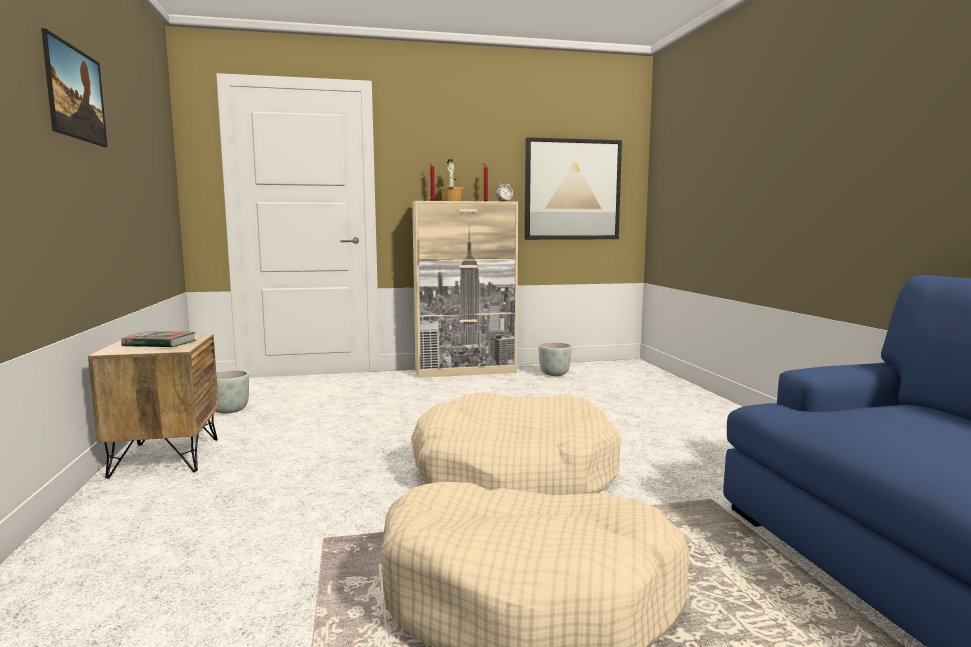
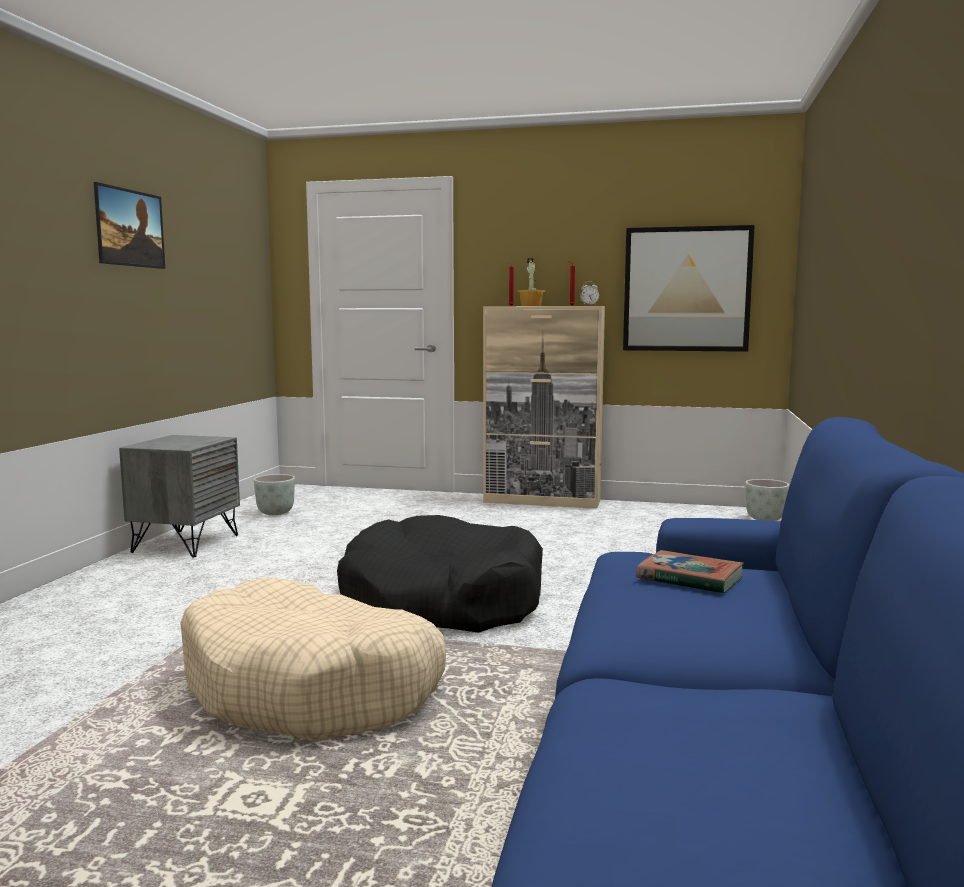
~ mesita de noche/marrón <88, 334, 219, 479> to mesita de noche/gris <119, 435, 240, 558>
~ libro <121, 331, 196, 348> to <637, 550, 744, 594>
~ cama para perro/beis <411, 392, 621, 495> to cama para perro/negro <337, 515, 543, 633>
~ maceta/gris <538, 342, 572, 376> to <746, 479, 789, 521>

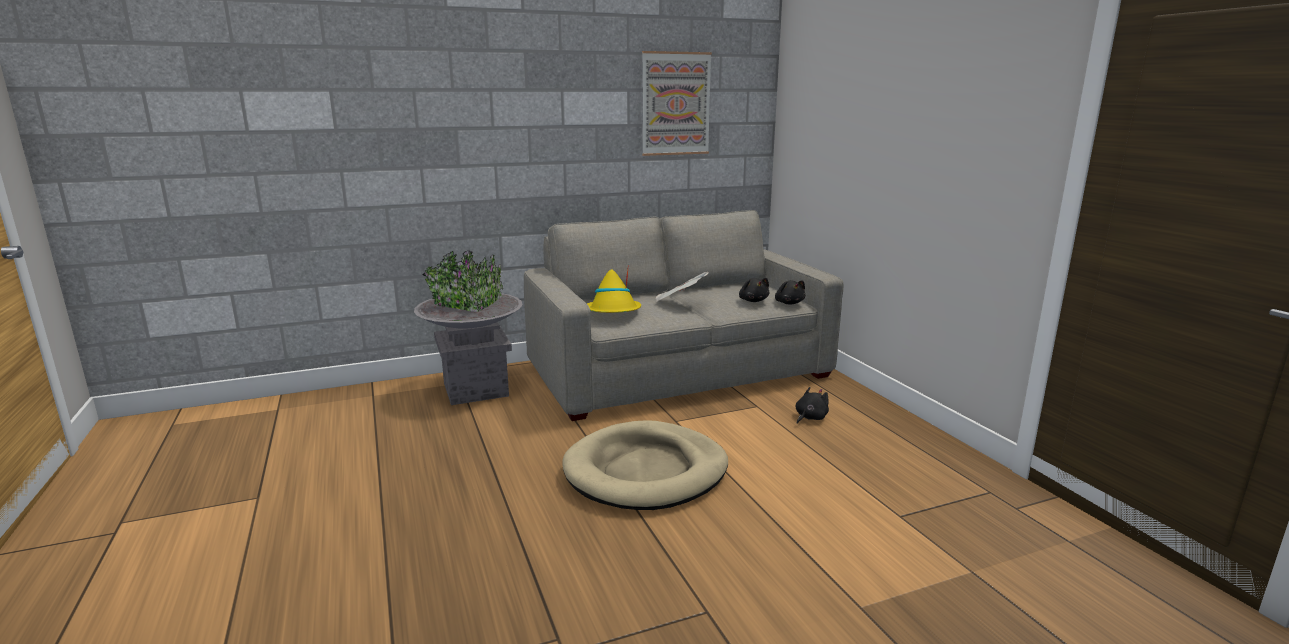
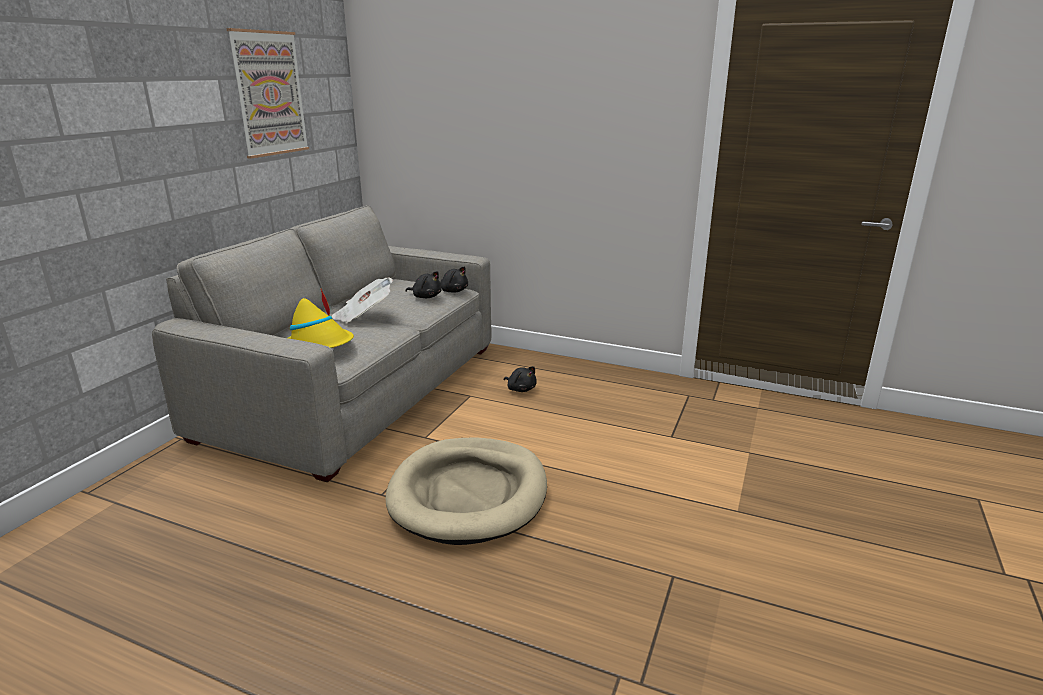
- maceta/gris <414, 251, 523, 405>
~ peluche/negro <796, 387, 829, 424> = <504, 366, 537, 392> 135 degrees clockwise

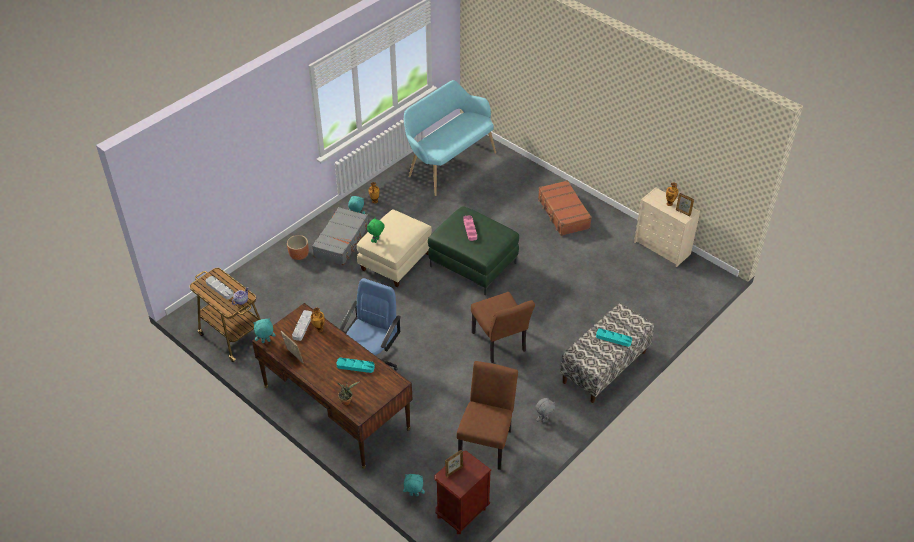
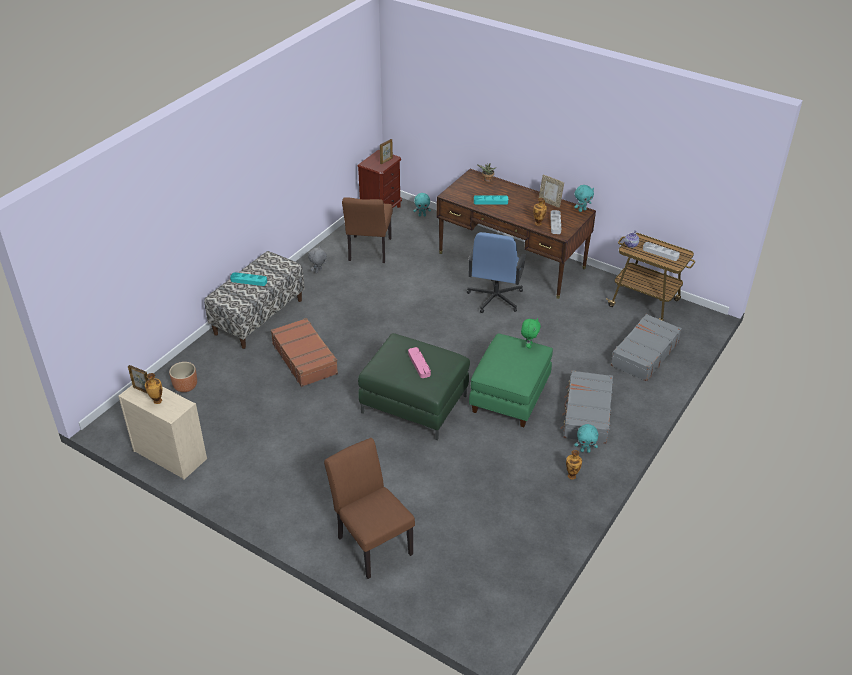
~ maceta/marrón <287, 235, 309, 260> to <169, 362, 197, 392>
~ puf/beis <357, 209, 432, 287> to puf/verde <469, 333, 553, 427>
- banco/turquesa <404, 80, 496, 196>
~ silla/marrón <471, 292, 535, 363> to <324, 438, 415, 579>
~ maleta/marrón <538, 180, 592, 236> to <271, 318, 338, 387>
+ maleta/gris <611, 314, 682, 381>

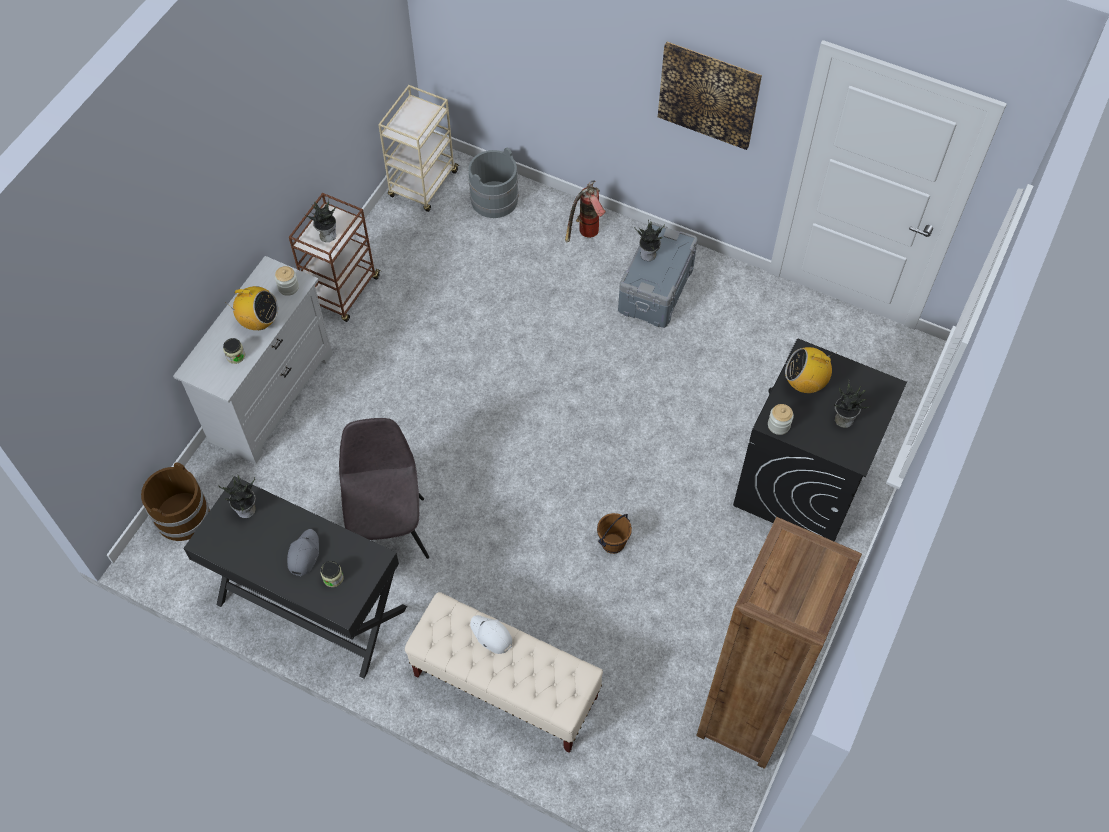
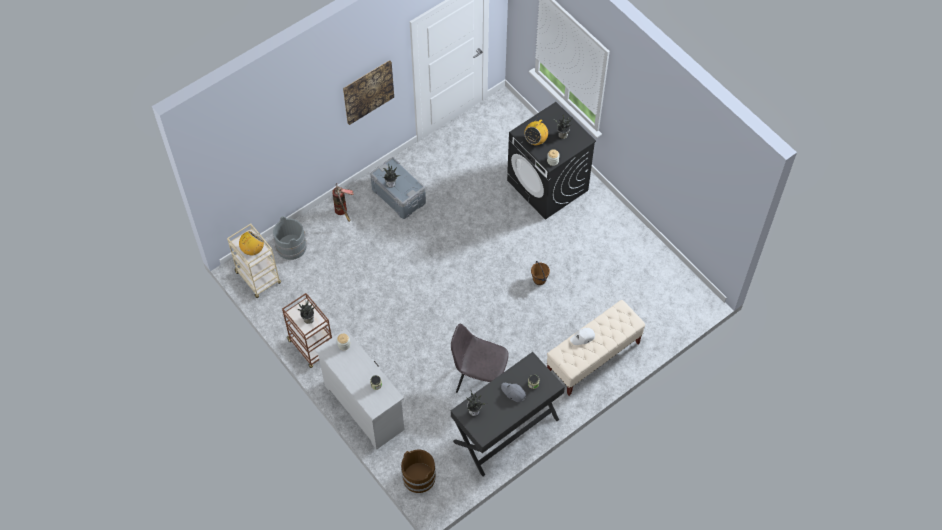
~ radio <229, 286, 278, 330> to <239, 231, 264, 255>
- estantería/marrón <696, 517, 862, 769>

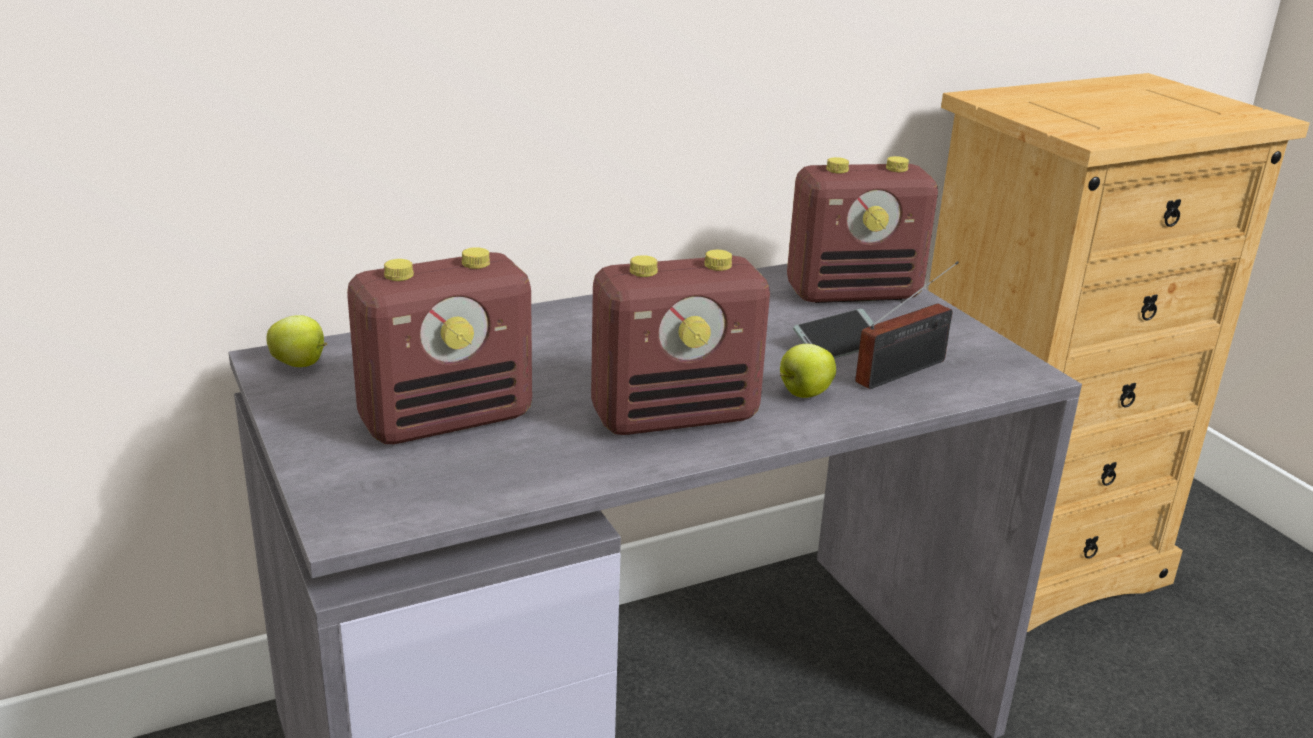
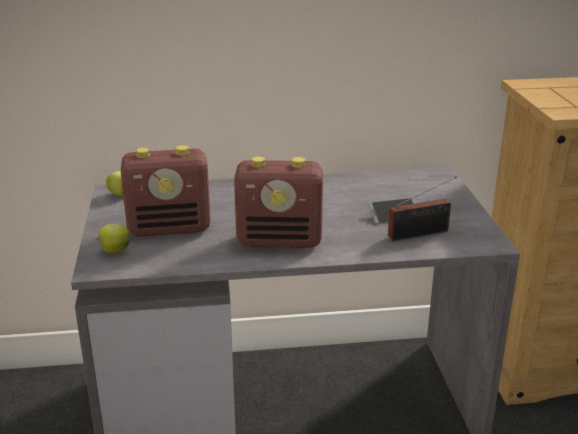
~ manzana <780, 344, 836, 398> to <96, 224, 130, 253>
- radio <787, 156, 938, 303>

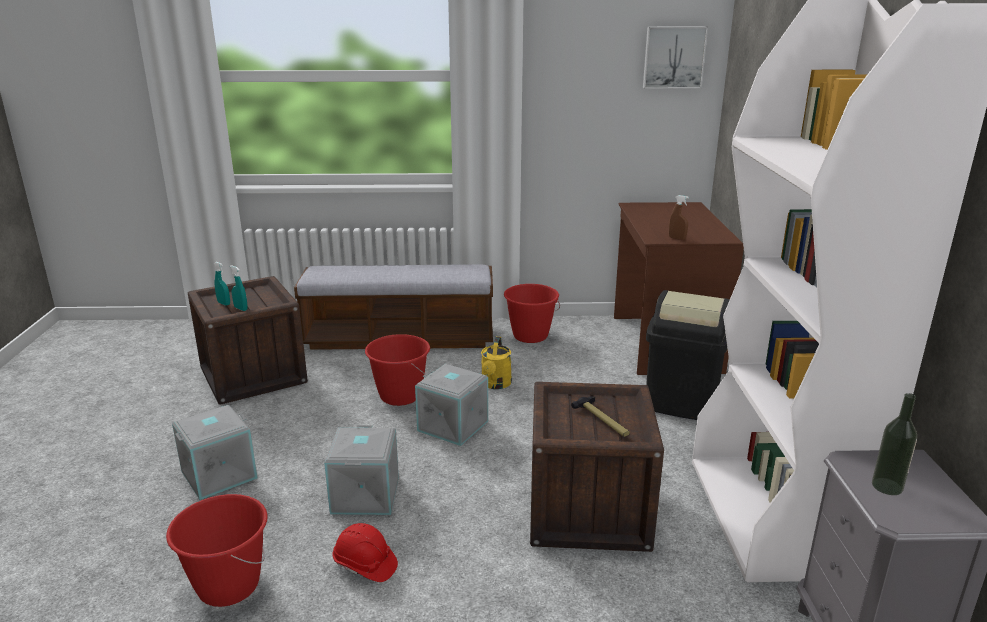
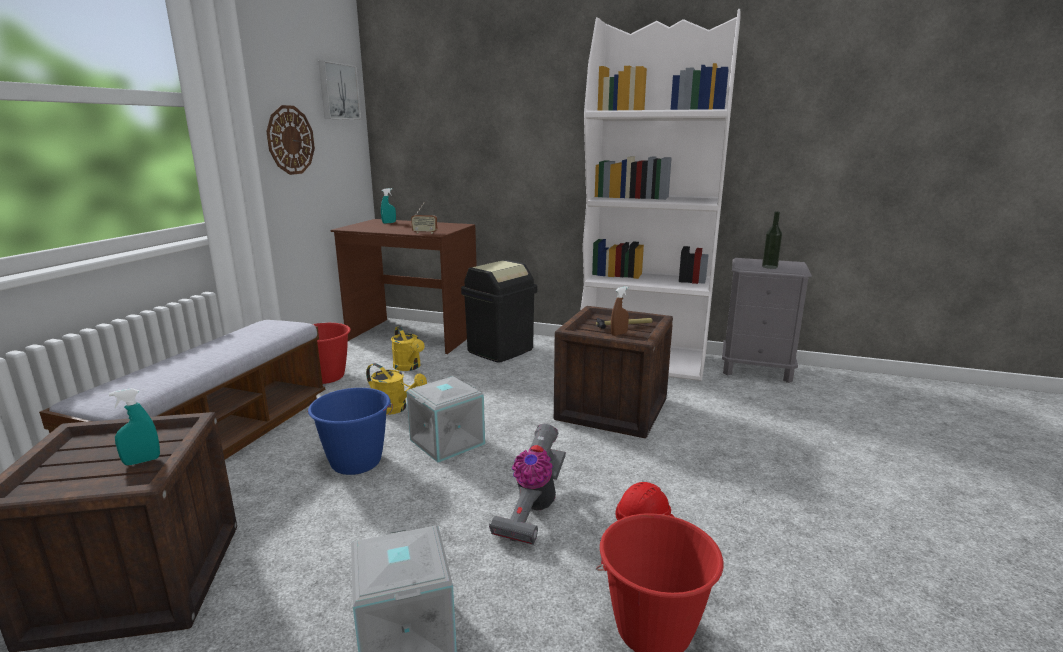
~ pulverizador/turquesa <214, 262, 230, 306> to <381, 188, 396, 224>
~ caja de almacenaje/gris <324, 425, 399, 515> to aspiradora <489, 424, 566, 545>
~ cubo/rojo <365, 334, 430, 406> to cubo/azul <307, 388, 393, 475>
~ pulverizador/marrón <669, 195, 689, 240> to <611, 286, 629, 336>
+ reloj de pared <266, 105, 315, 175>
+ regadera/amarillo <391, 326, 425, 371>
+ radio <411, 202, 437, 234>

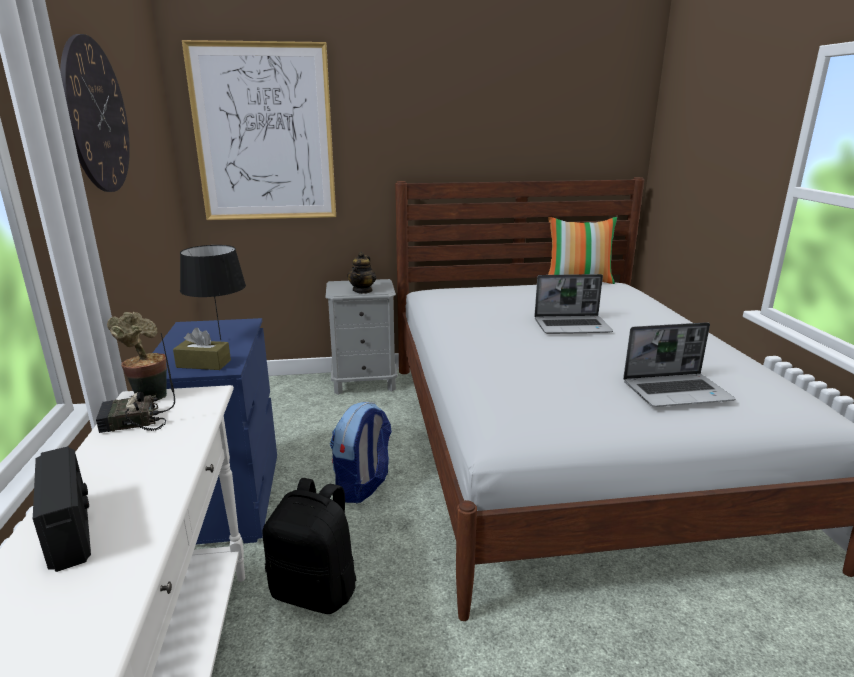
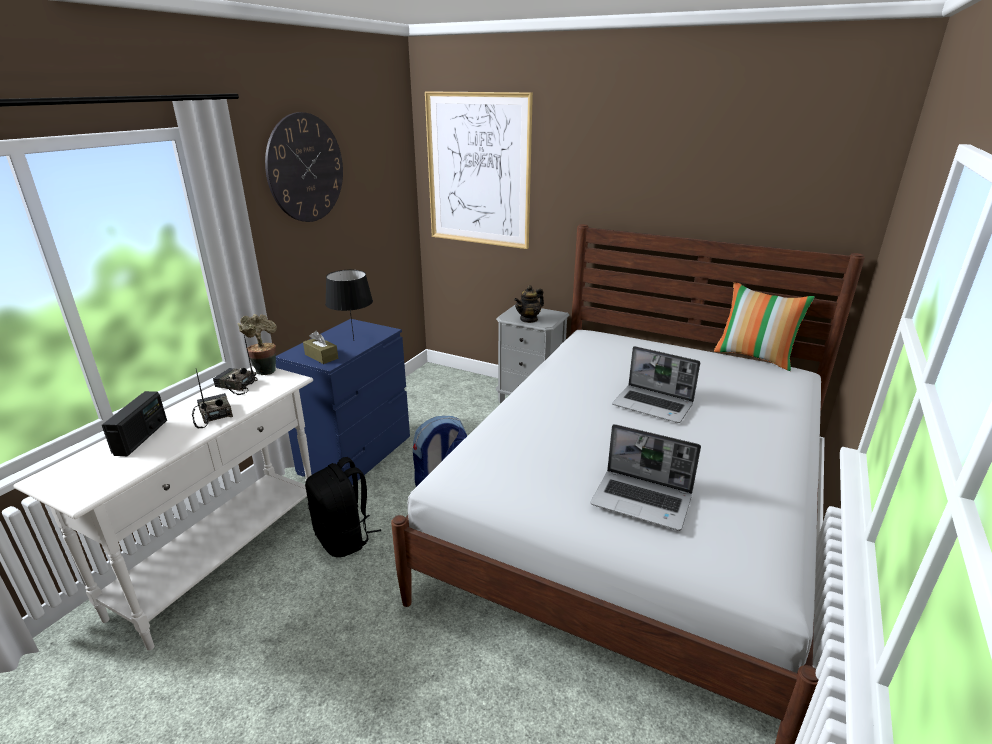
+ radio <192, 370, 233, 428>

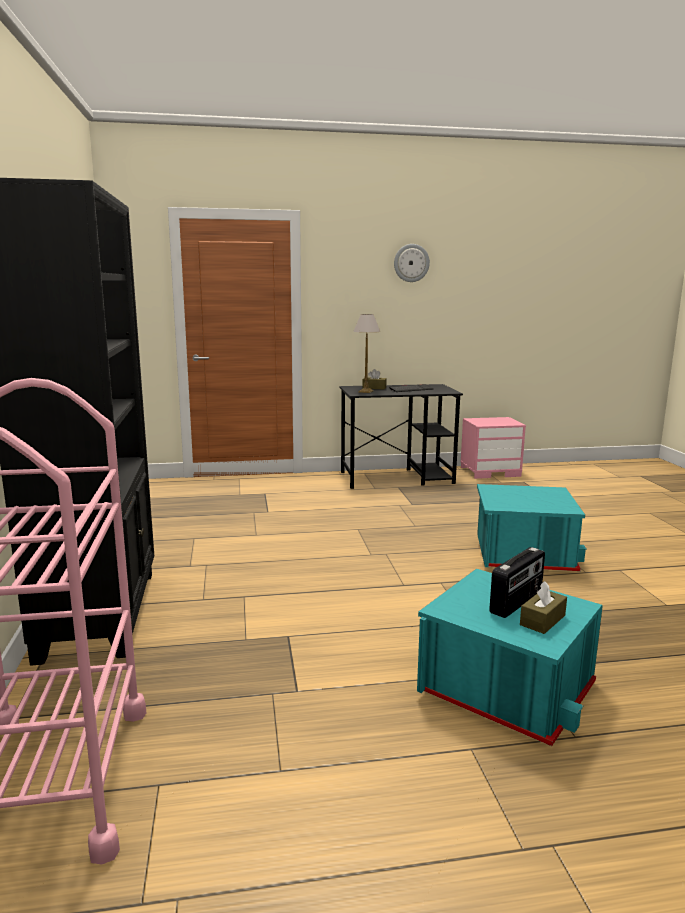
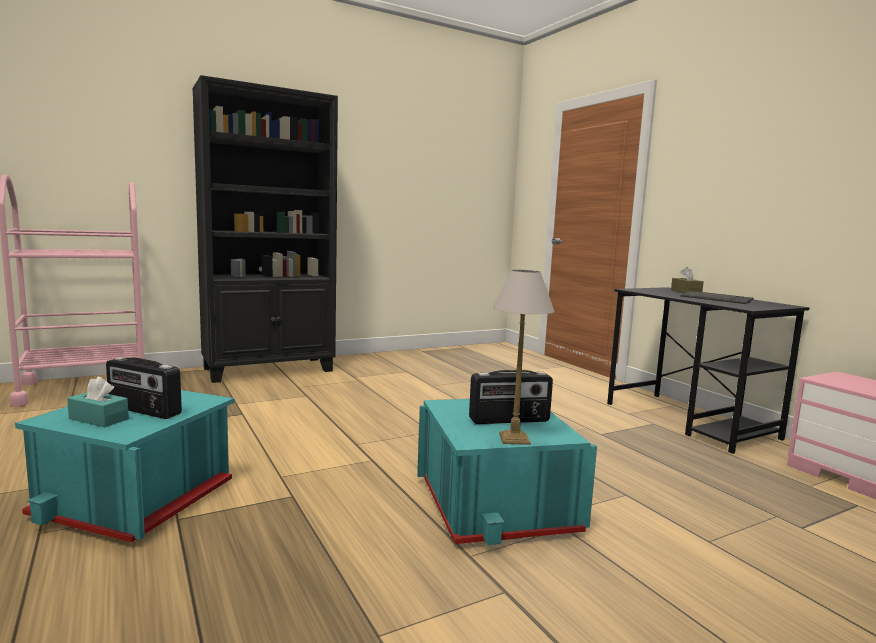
~ lámpara de mesa <353, 314, 380, 393> to <493, 270, 555, 445>
- reloj de pared <394, 244, 430, 282>
~ caja de pañuelos/marrón <520, 581, 567, 634> to caja de pañuelos/turquesa <67, 377, 129, 427>
+ radio <469, 370, 553, 424>

